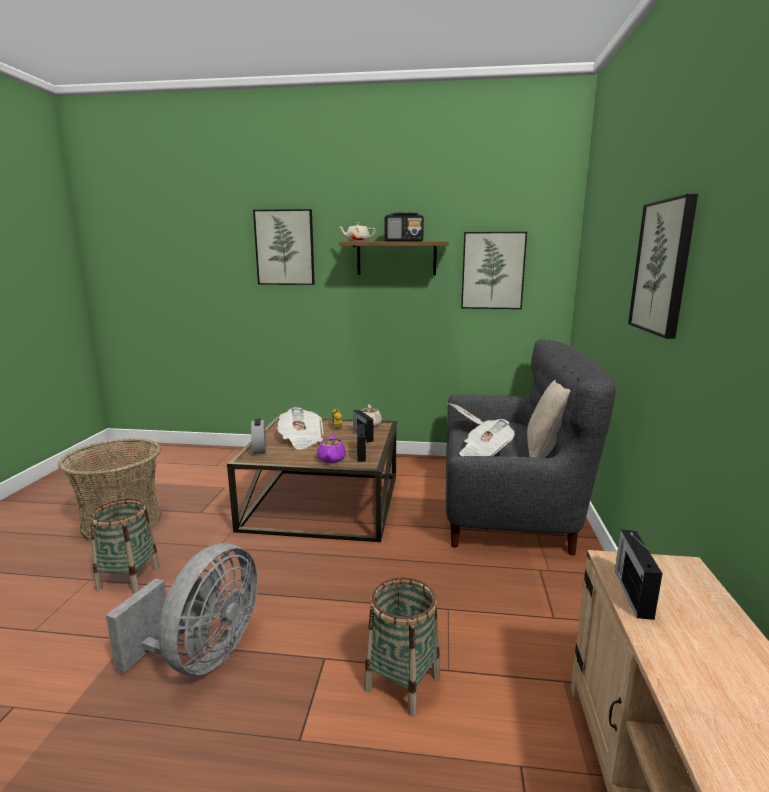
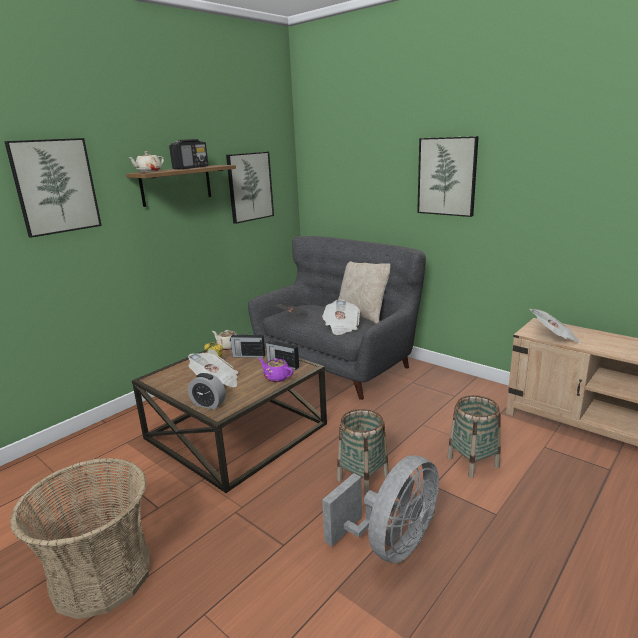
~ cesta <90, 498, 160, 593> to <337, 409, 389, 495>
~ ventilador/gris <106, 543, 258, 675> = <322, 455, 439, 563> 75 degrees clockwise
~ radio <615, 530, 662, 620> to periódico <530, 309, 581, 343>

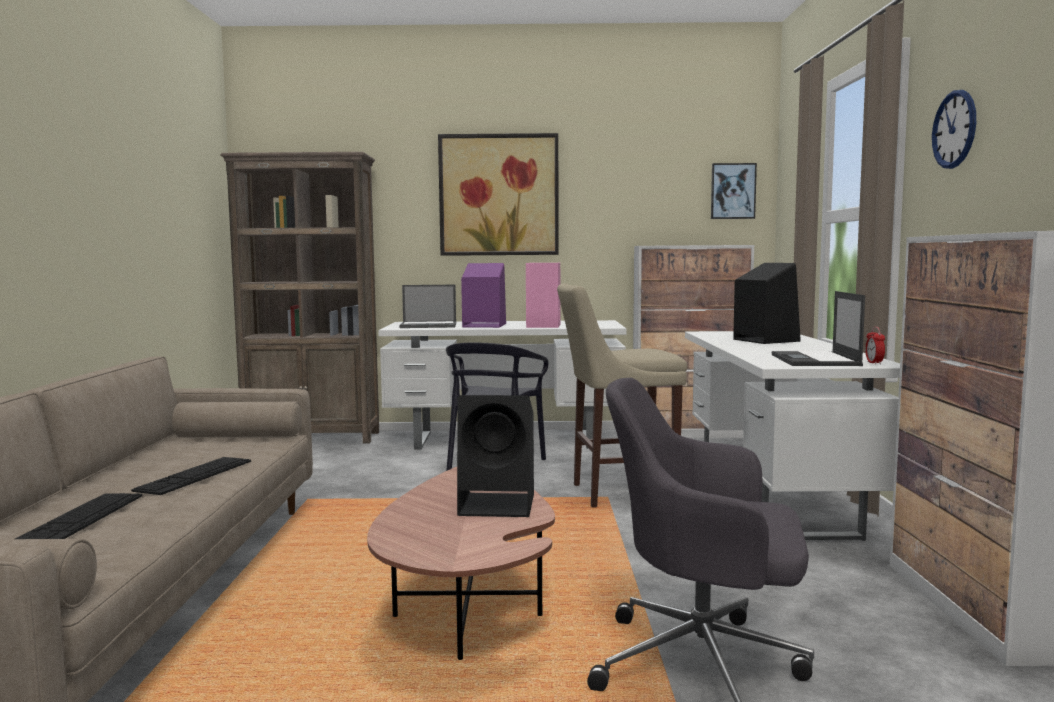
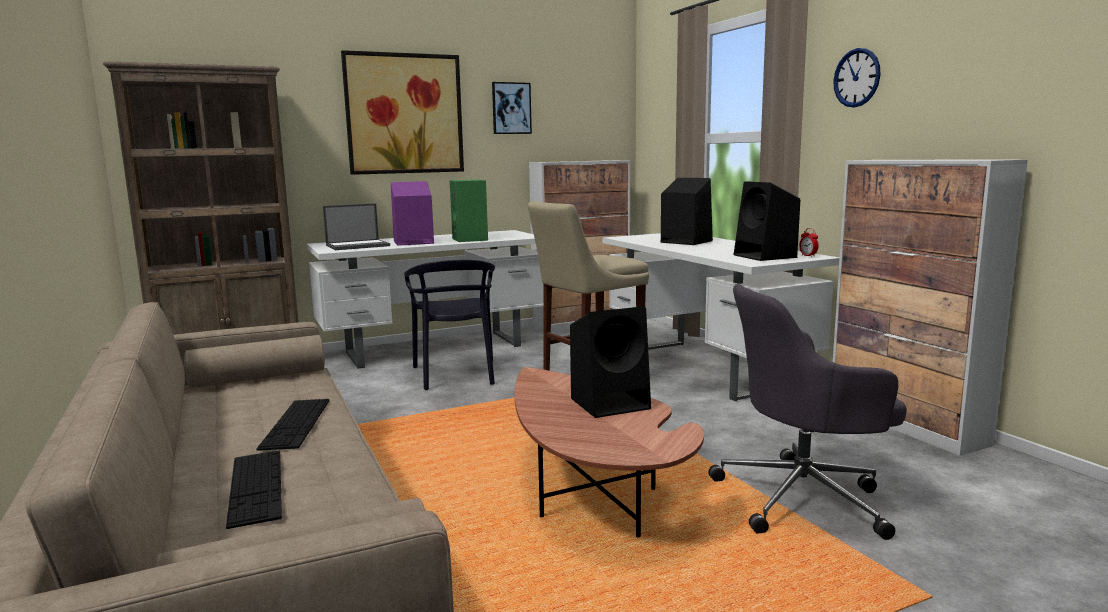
~ altavoz/rosa <526, 263, 560, 328> to altavoz/verde <450, 180, 488, 242>
~ cuadro <711, 163, 757, 219> to <492, 82, 532, 134>
~ portátil <772, 291, 865, 366> to altavoz/negro <734, 181, 800, 261>

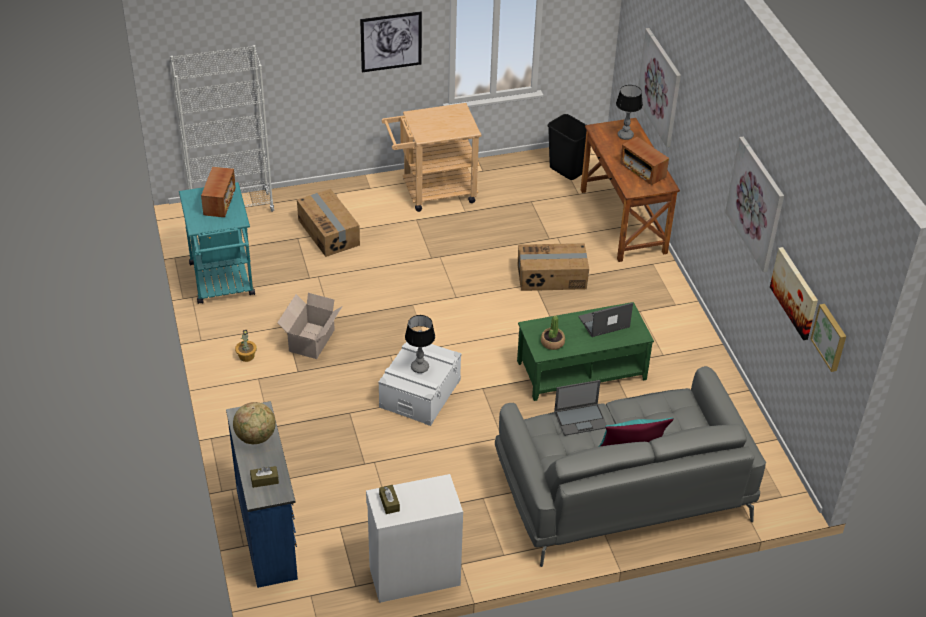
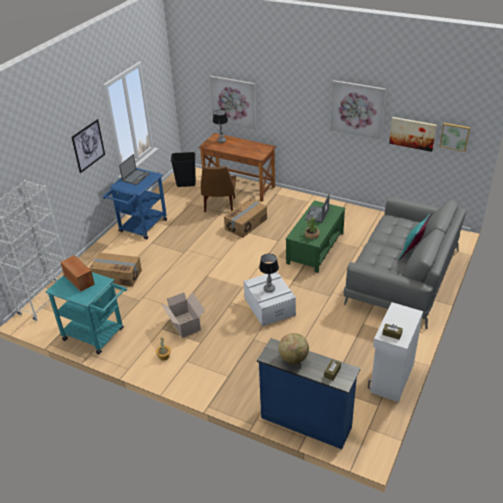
~ carrito/beis <381, 103, 481, 212> to carrito/azul <103, 168, 167, 240>
~ portátil <554, 380, 607, 436> to <119, 154, 150, 185>
- radio <620, 137, 669, 185>
+ silla/marrón <201, 166, 236, 212>

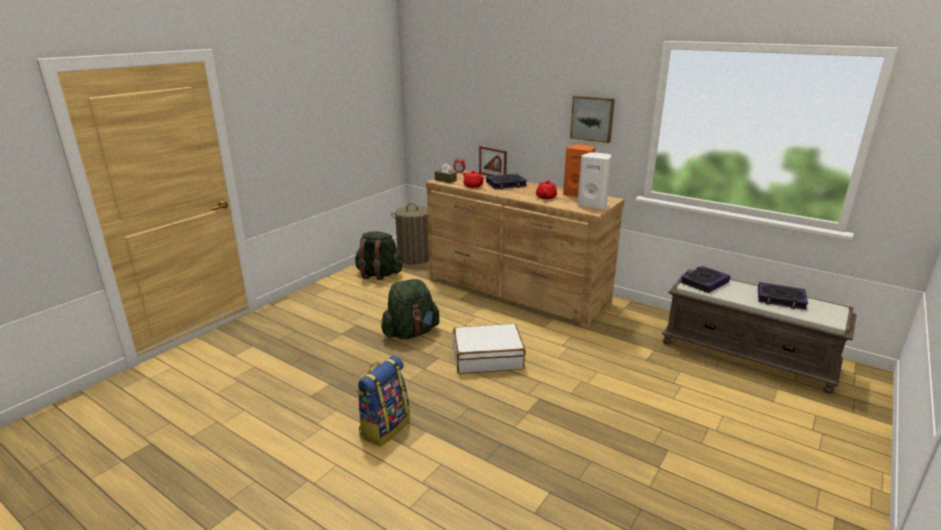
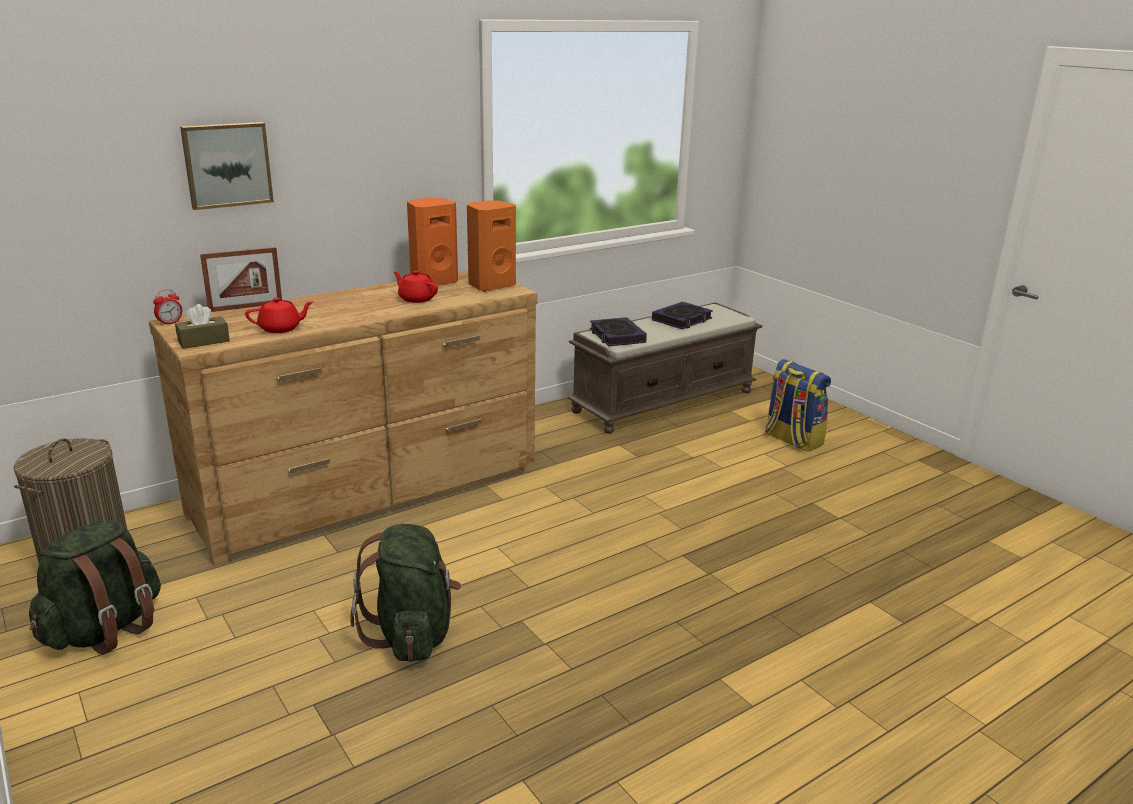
~ mochila <356, 356, 410, 446> to <765, 359, 831, 452>
- maleta/blanco <453, 323, 525, 374>
- libro <486, 174, 527, 190>
~ cuadro <570, 96, 615, 143> to <180, 122, 274, 210>
~ altavoz/blanco <578, 152, 612, 209> to altavoz/naranja <467, 200, 516, 292>

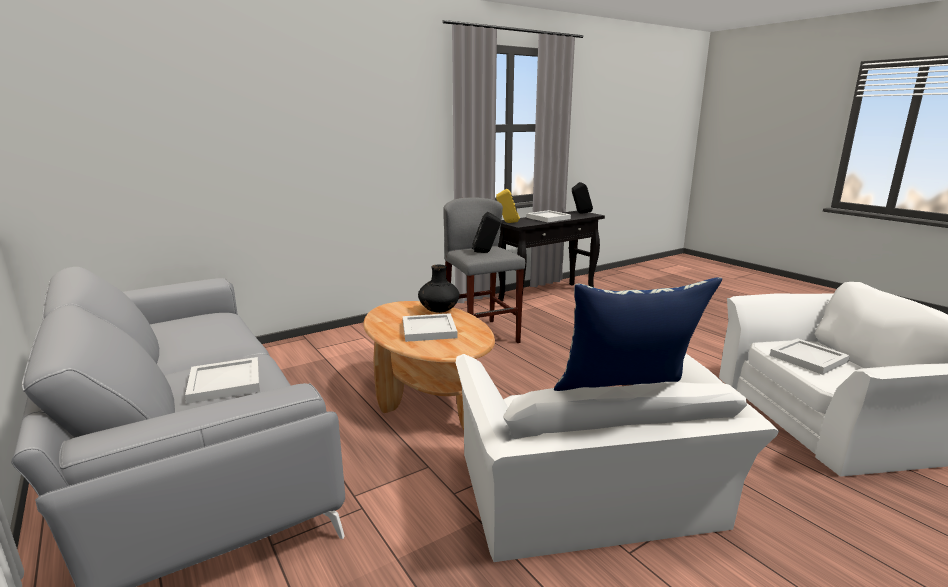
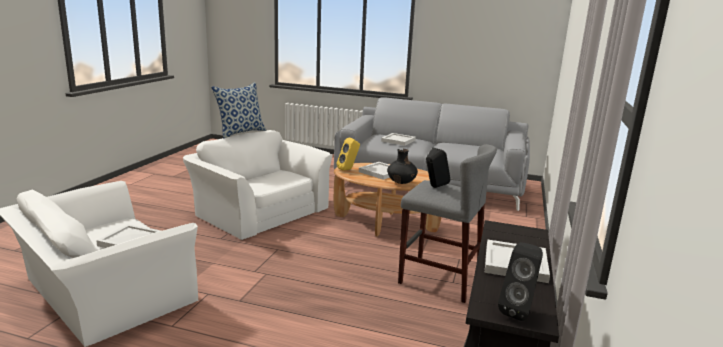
~ altavoz/amarillo <496, 189, 520, 223> to <337, 138, 360, 171>

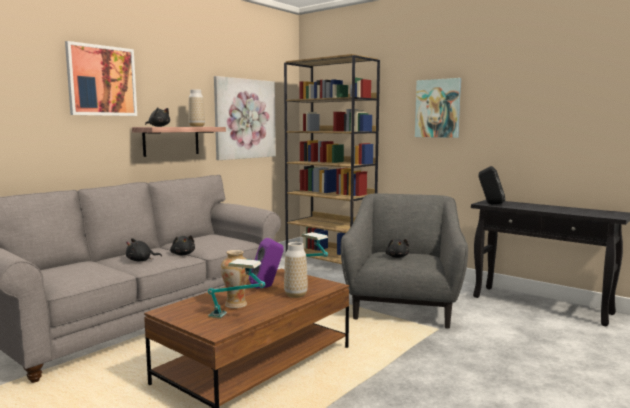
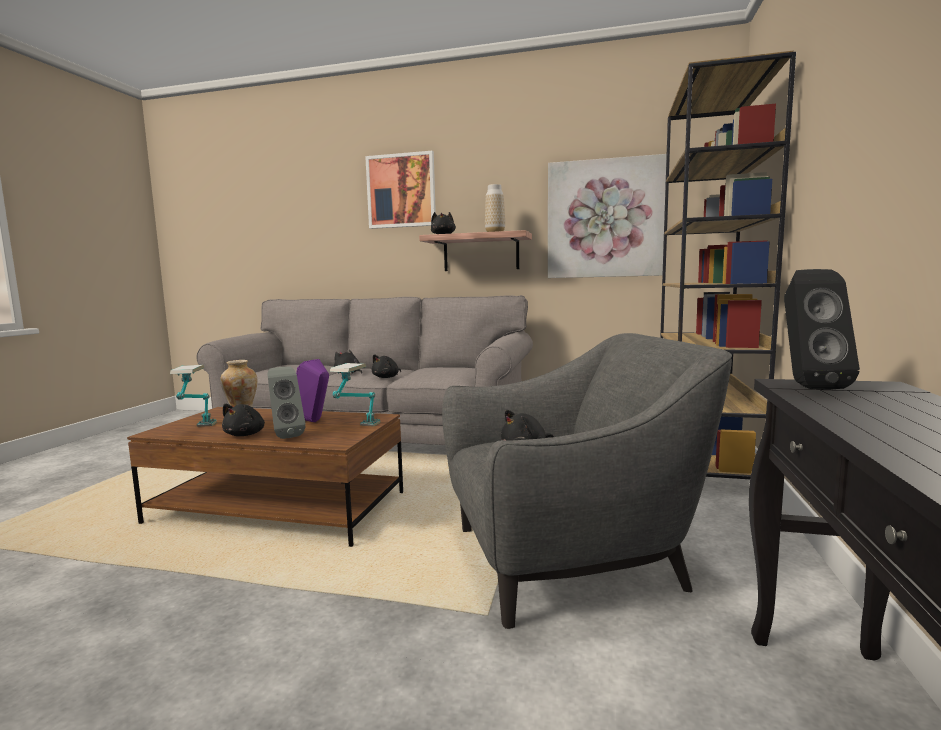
~ florero <284, 242, 308, 298> to altavoz/gris <268, 367, 306, 439>
- cuadro <415, 78, 461, 138>
+ peluche/negro <222, 404, 265, 436>

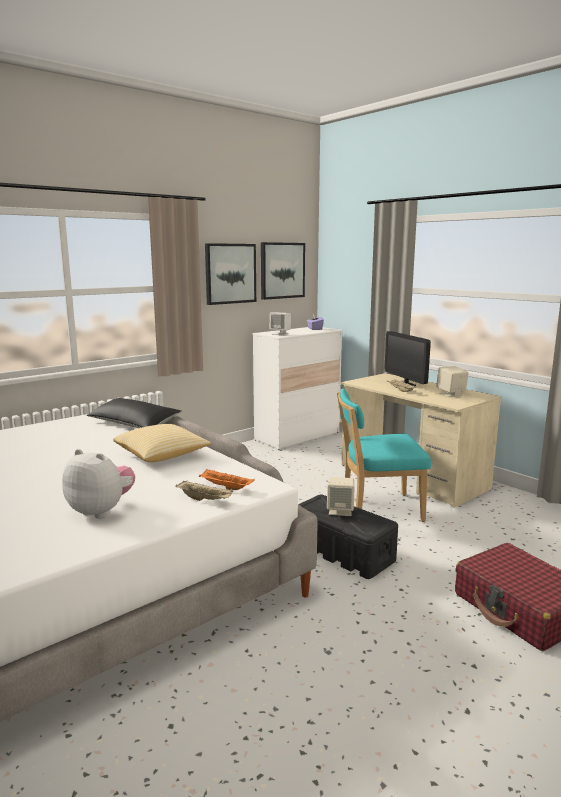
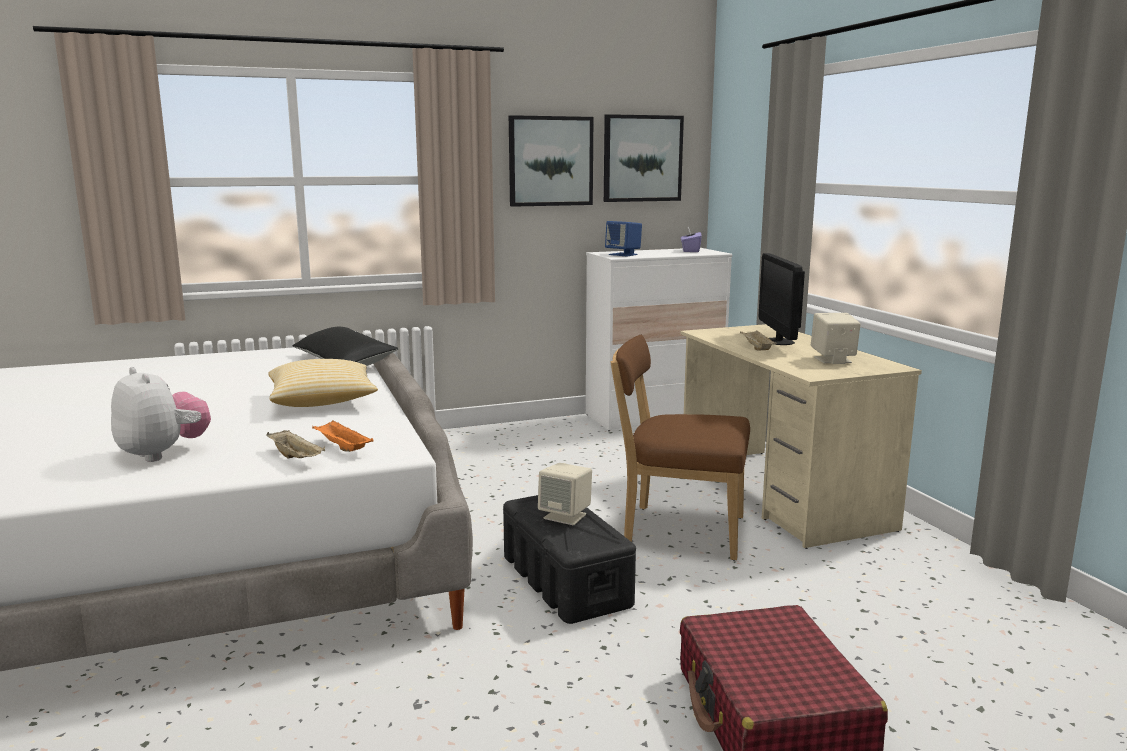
~ altavoz/blanco <269, 312, 291, 335> to altavoz/azul <605, 221, 642, 256>
~ silla/turquesa <337, 388, 431, 522> to silla/marrón <610, 335, 750, 561>

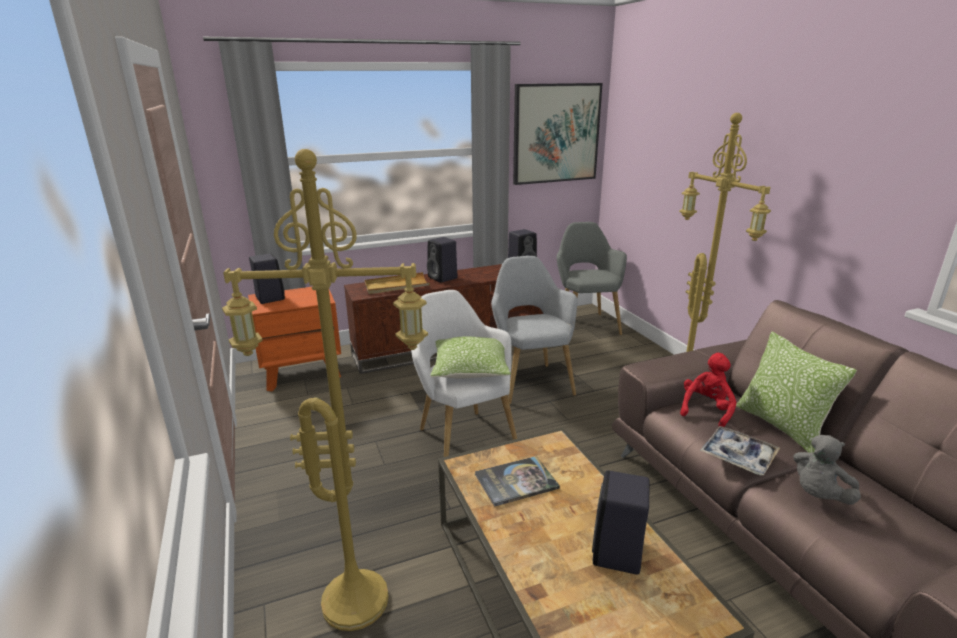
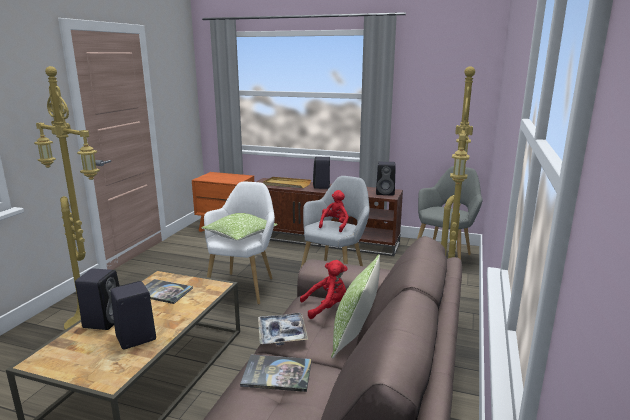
~ altavoz/negro <249, 253, 285, 304> to <75, 268, 120, 330>
- cuadro <513, 83, 603, 185>
~ peluche/gris <793, 435, 861, 505> to libro <240, 355, 312, 392>
+ peluche/rojo <319, 190, 349, 232>

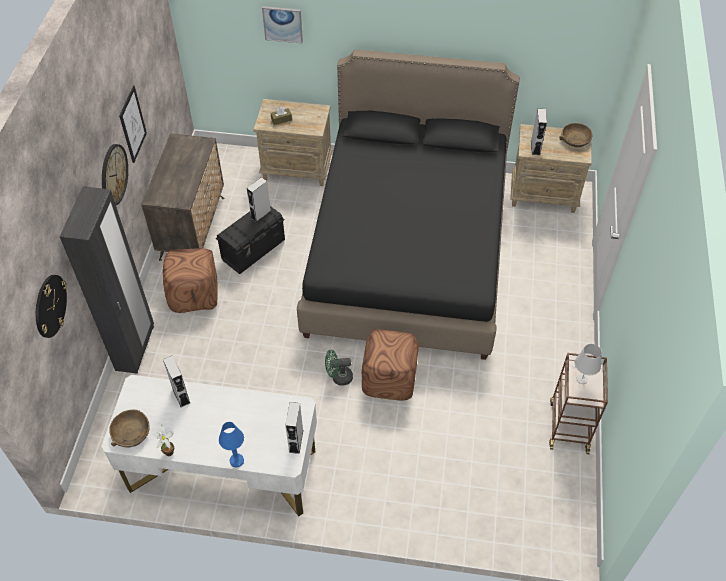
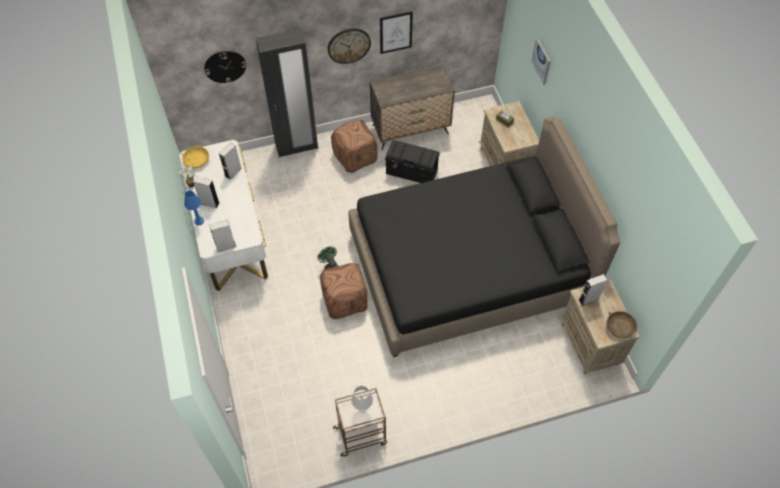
~ cuenco/marrón <109, 409, 150, 447> to cuenco/amarillo <182, 146, 209, 168>
~ altavoz/gris <247, 177, 271, 222> to <193, 176, 219, 208>

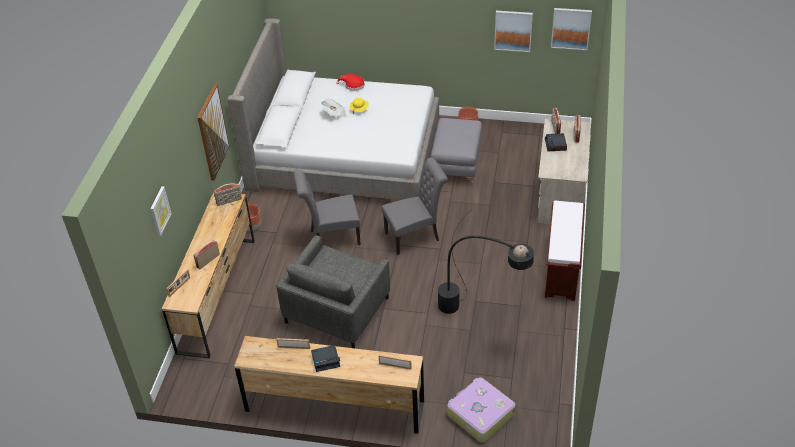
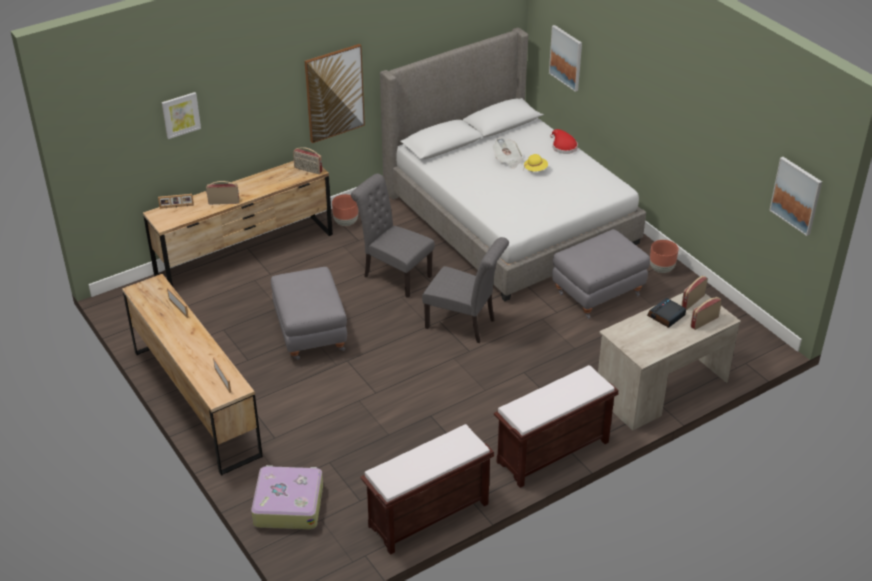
~ sillón/gris <276, 235, 390, 348> to puf/gris <271, 267, 347, 360>
- despertador <311, 345, 340, 372>
- lámpara de pie/negro <438, 209, 534, 314>
~ cuadro <494, 11, 533, 52> to <549, 25, 582, 92>
+ banco/marrón <361, 424, 494, 555>

